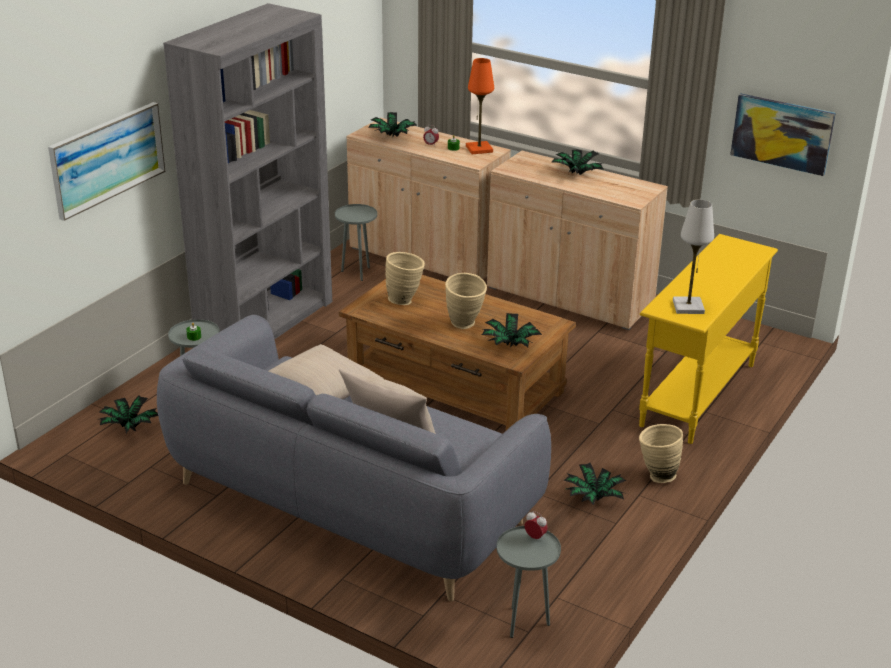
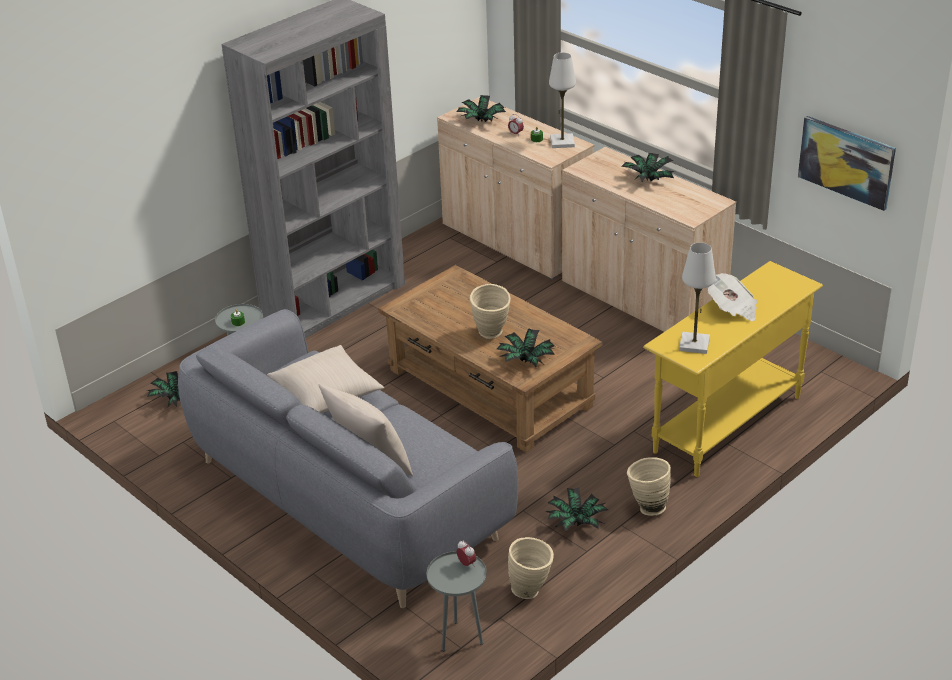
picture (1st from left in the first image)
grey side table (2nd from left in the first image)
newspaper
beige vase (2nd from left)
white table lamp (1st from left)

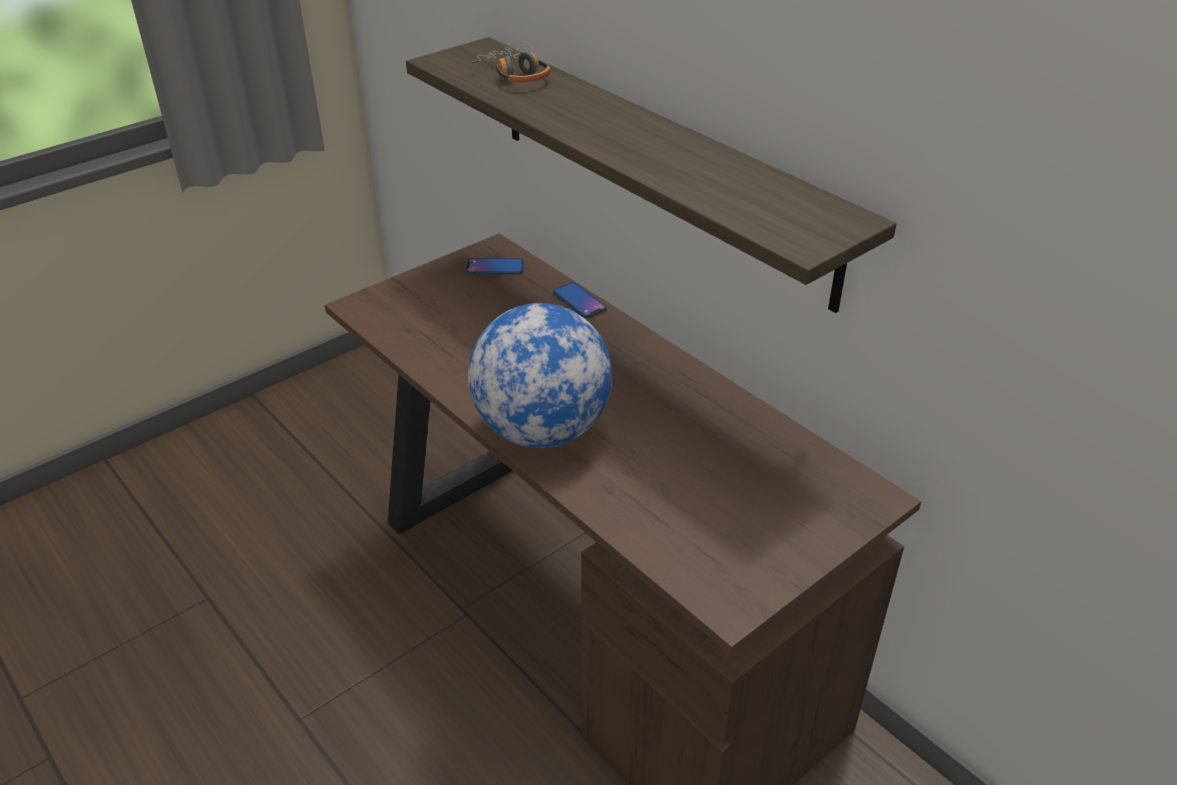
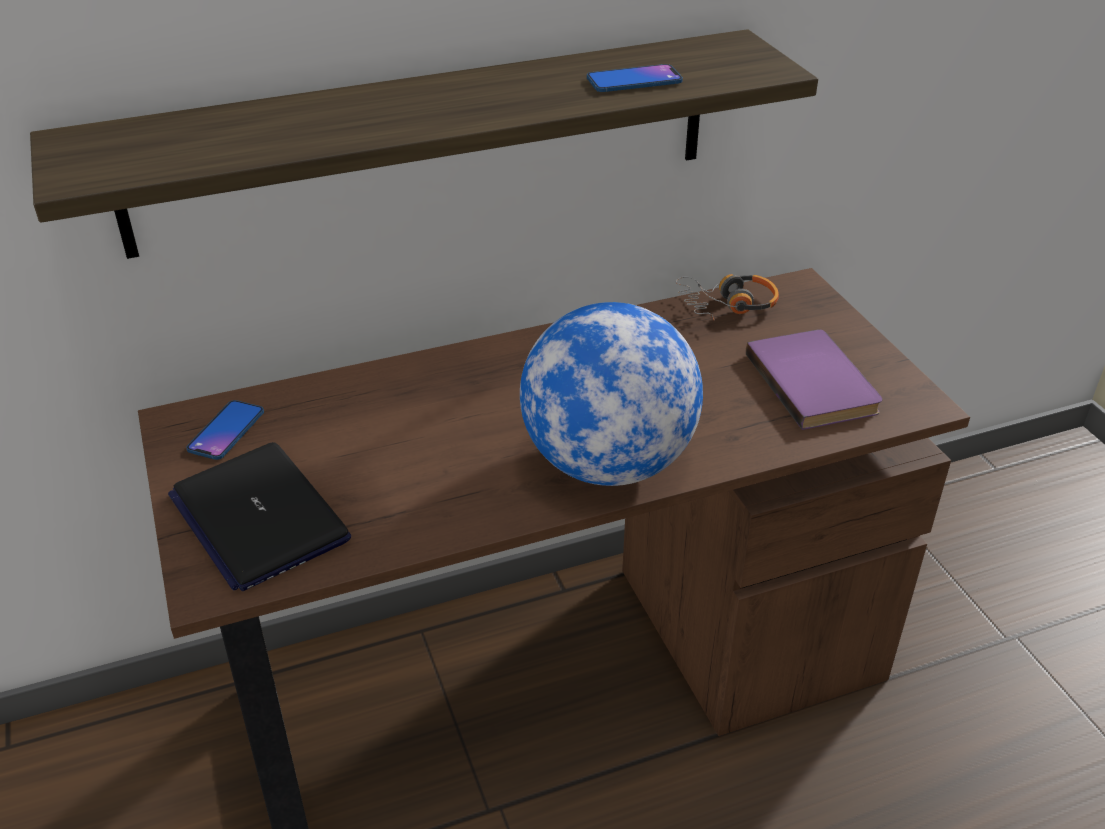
laptop
purple book
headphones
phone (2nd from left)

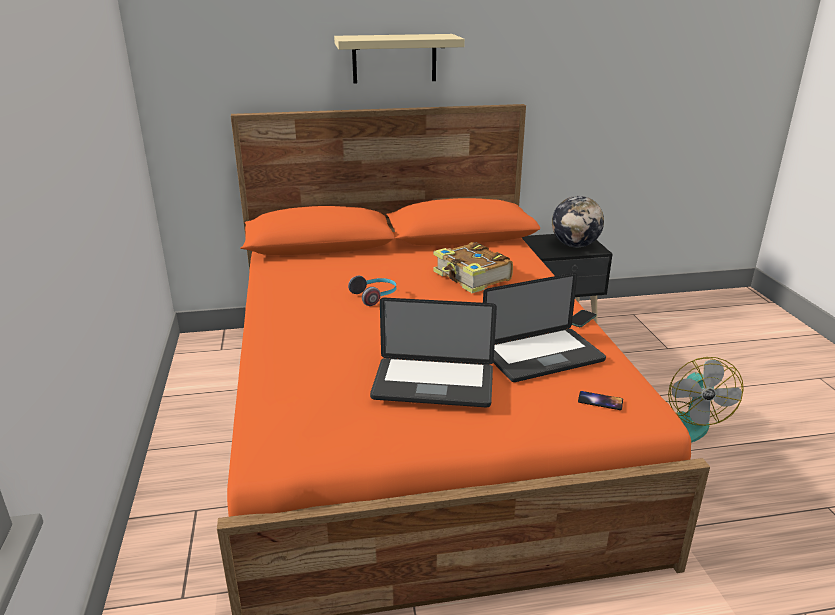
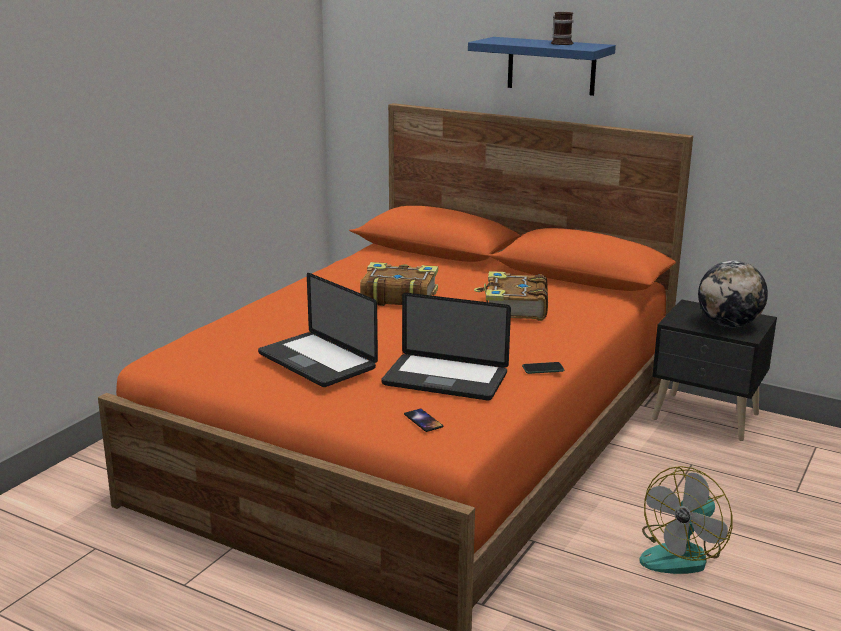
mug
book (1st from left)
blue shelf

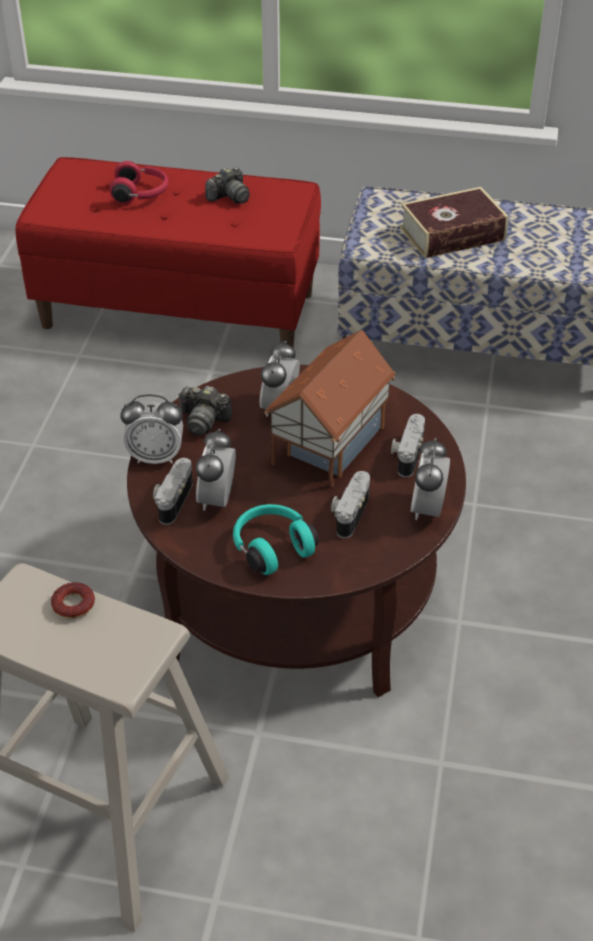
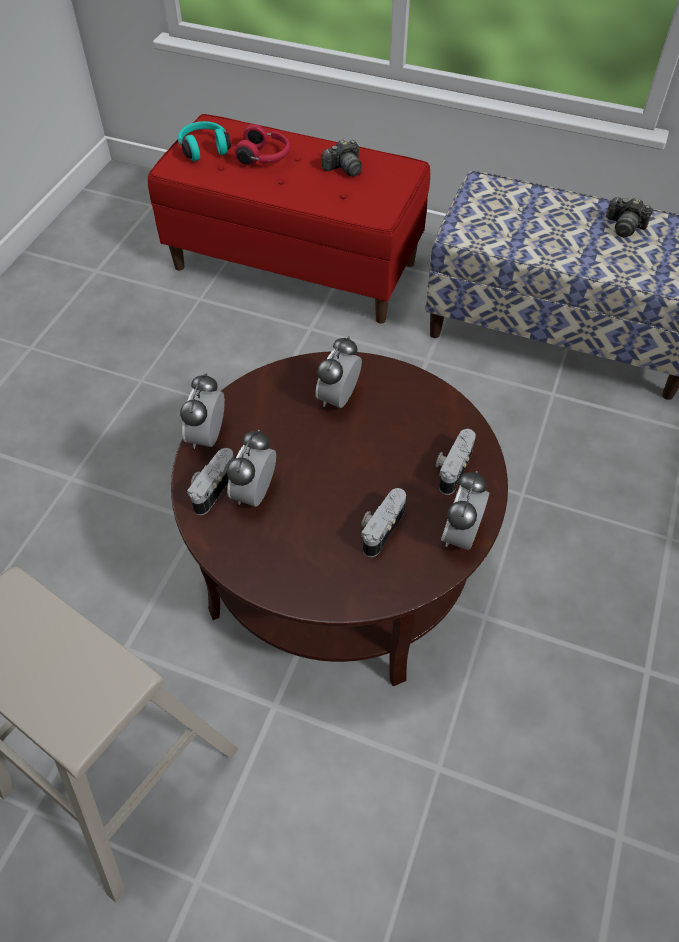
donut
toy house
book
photo camera (5th from left)
turquoise headphones
alarm clock (1st from left)

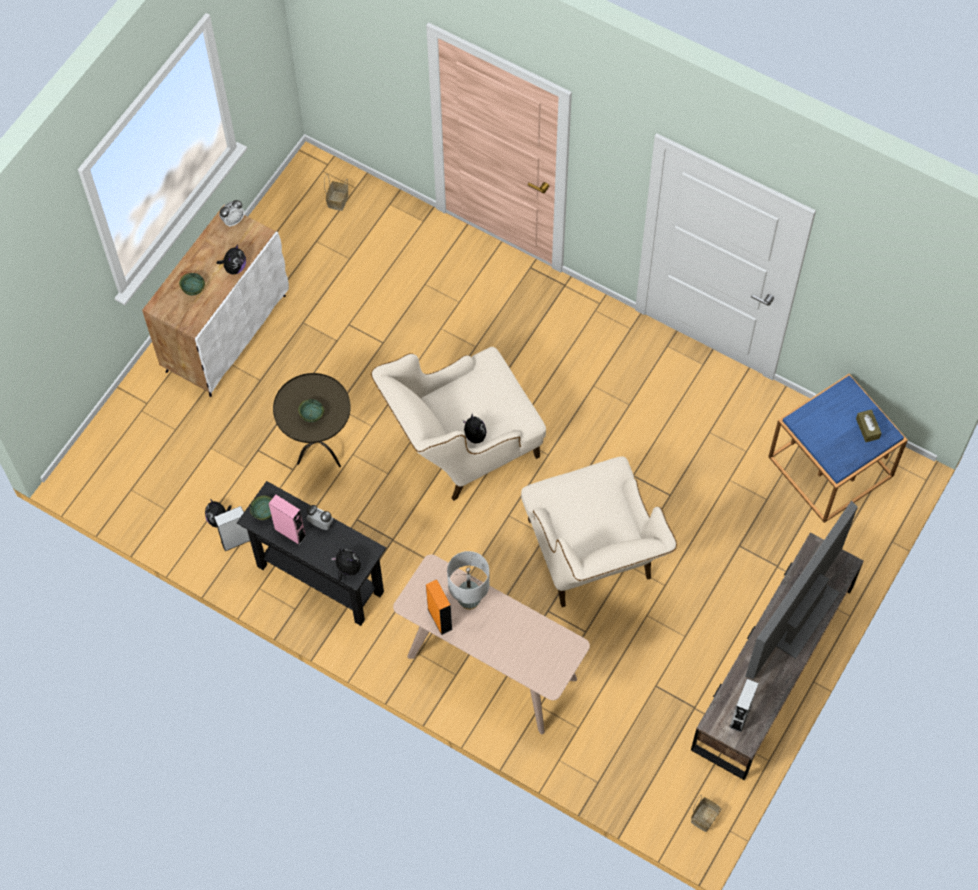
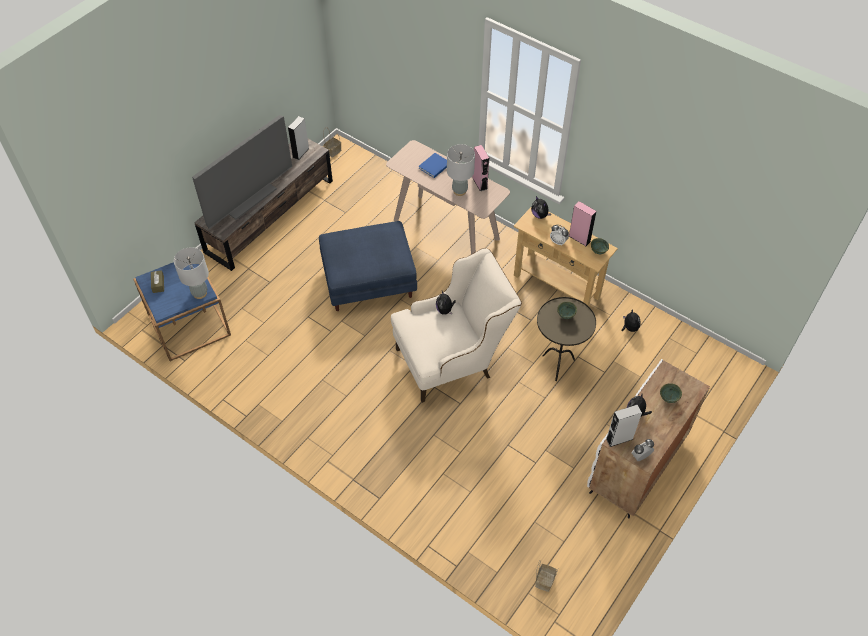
grey table lamp (1st from left)
blue book
grey speaker (2nd from left)
blue ottoman
beige console table (2nd from left)
pink speaker (1st from left)

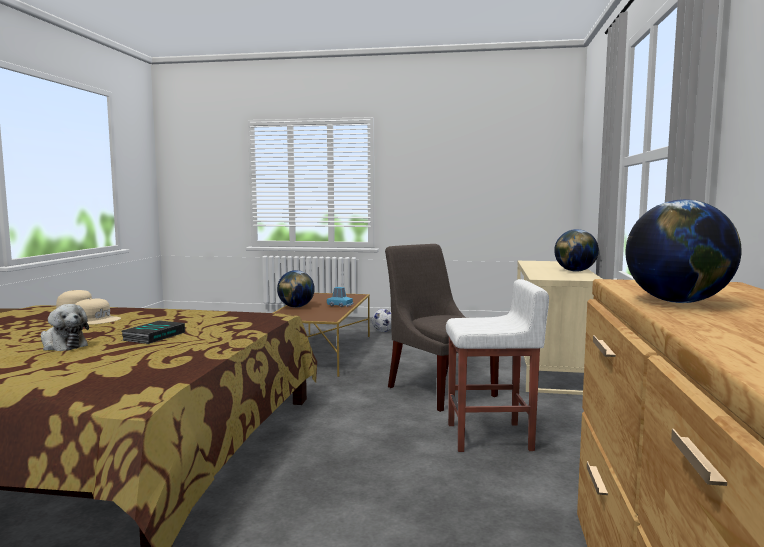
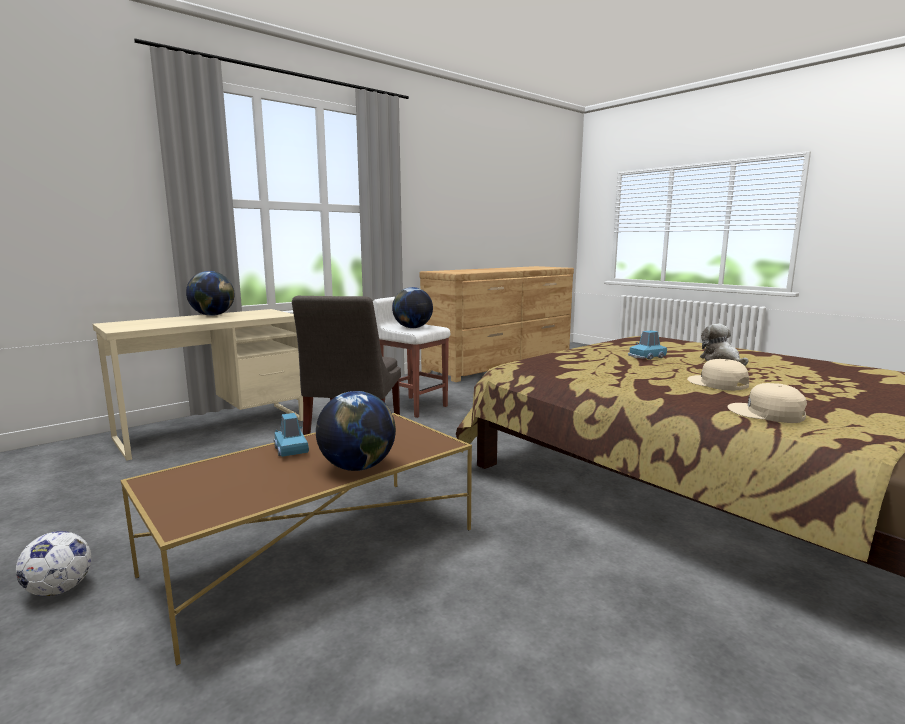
globe (3rd from left)
blue toy car (2nd from left)

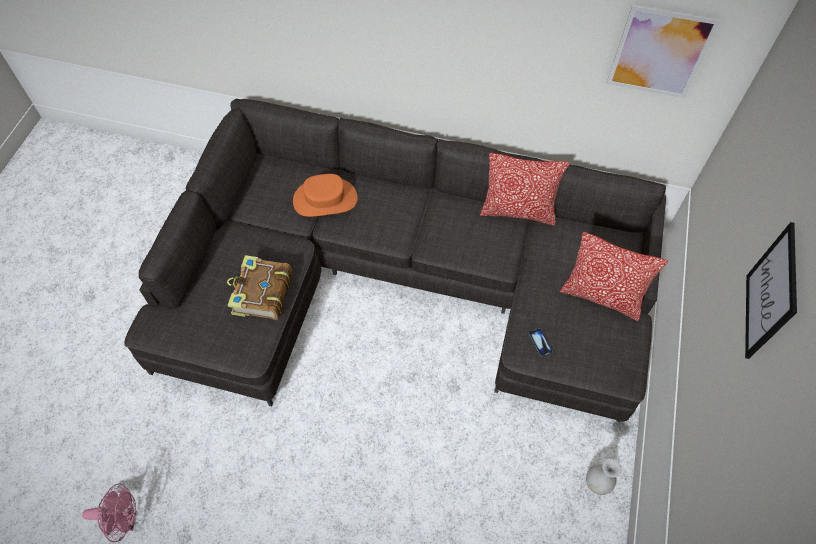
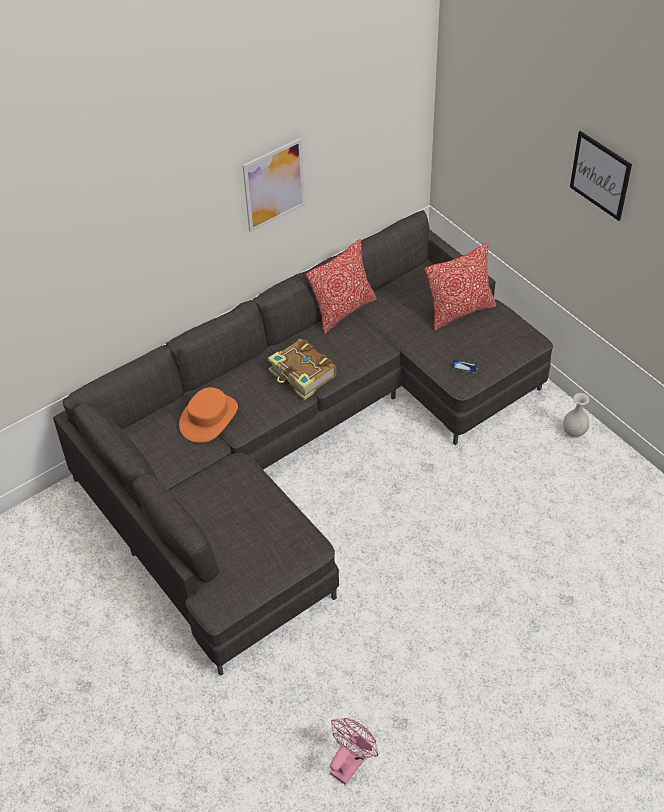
book
picture (1st from left)

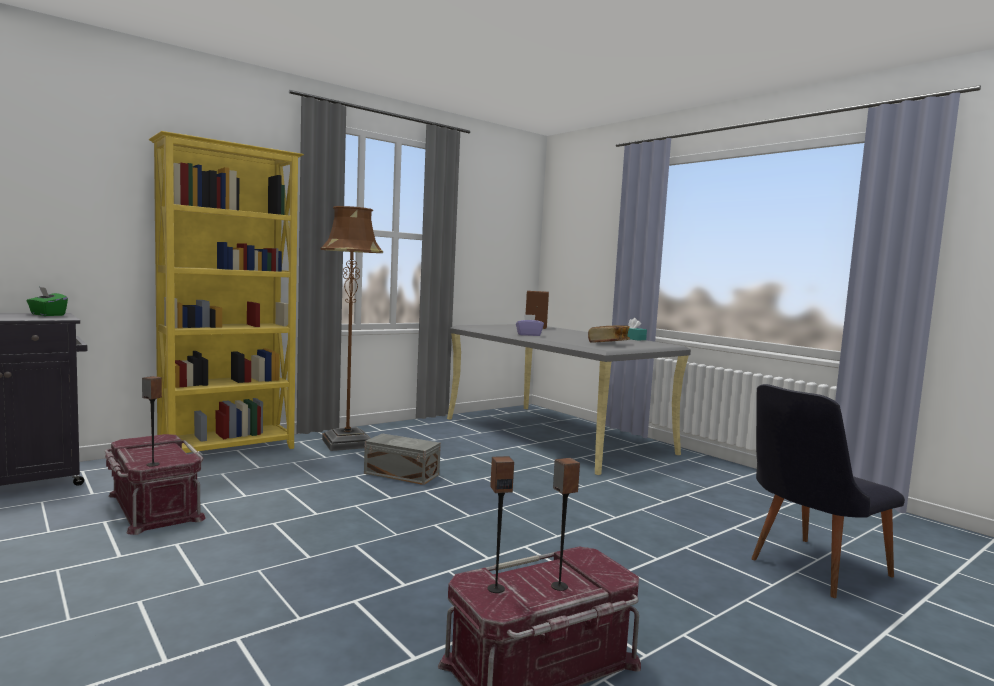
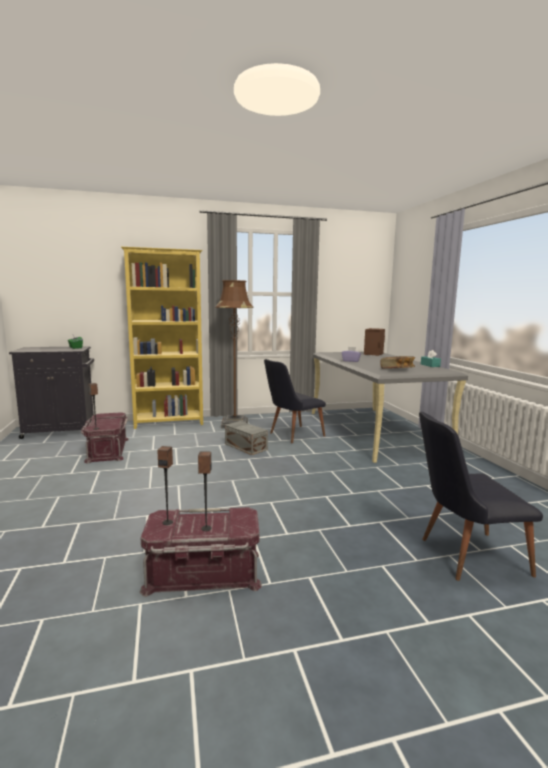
black chair (1st from left)

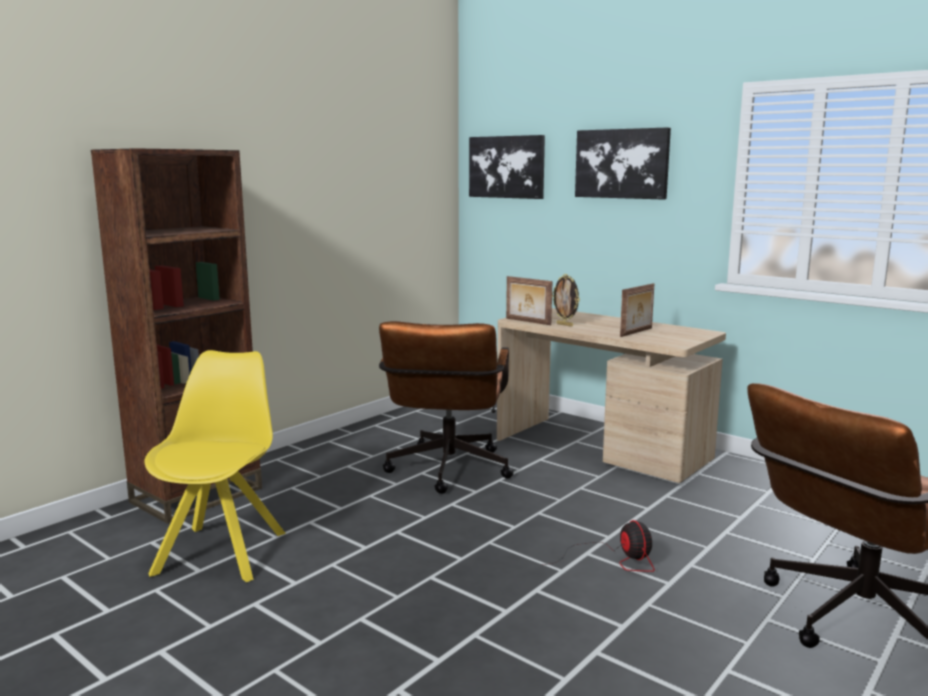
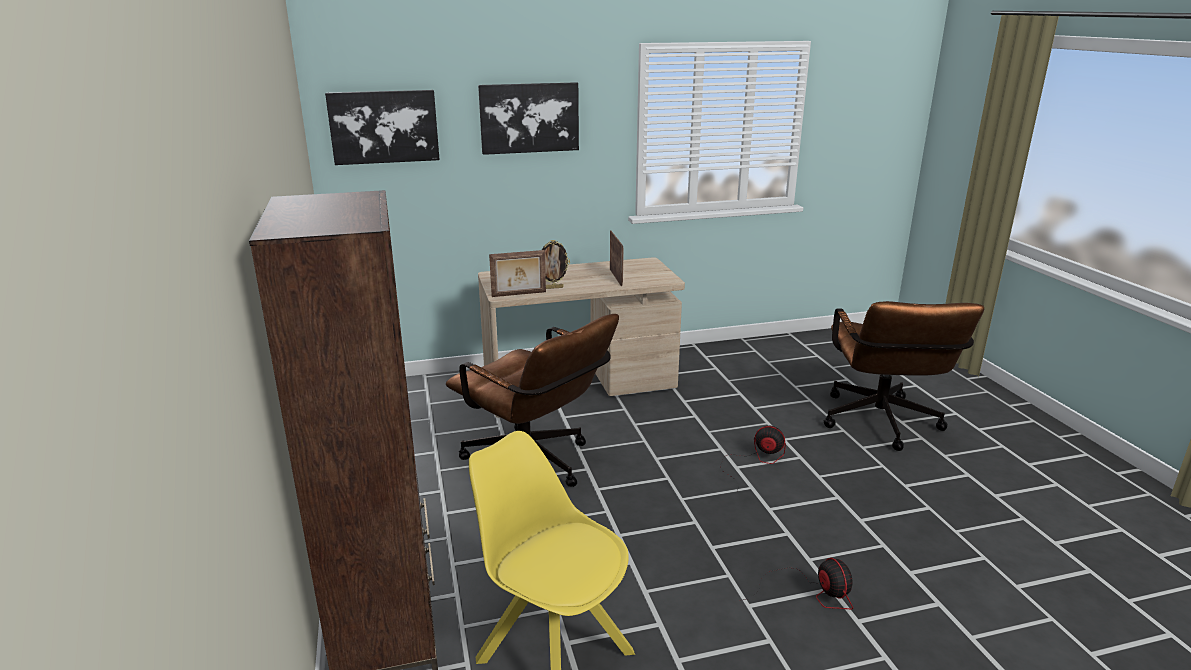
fan (2nd from left)

